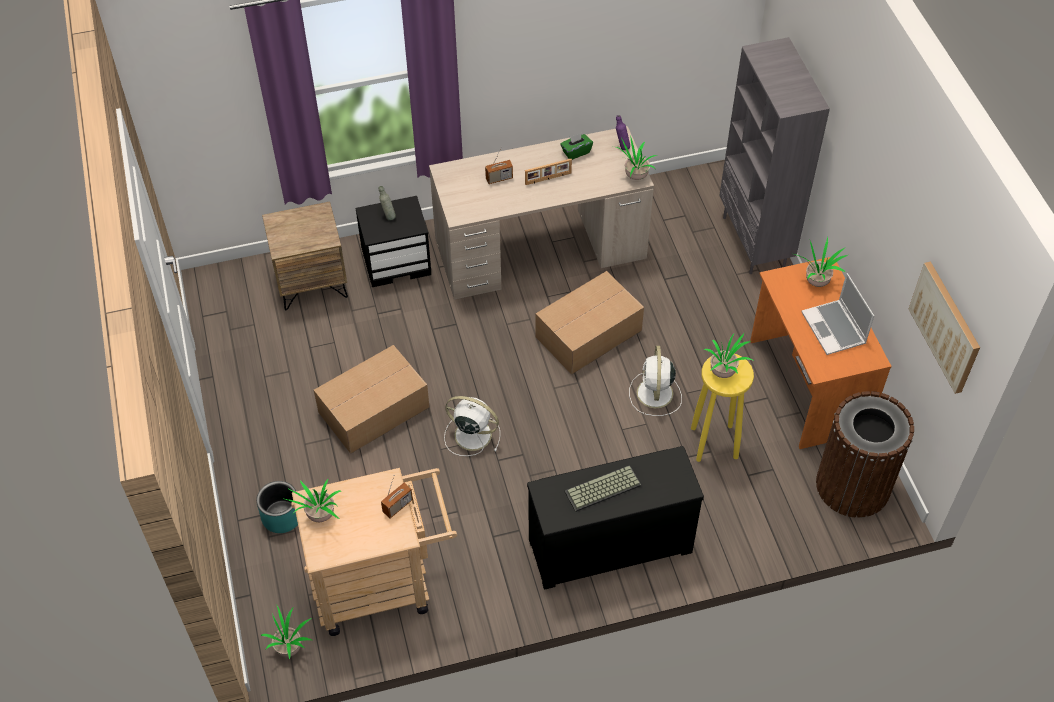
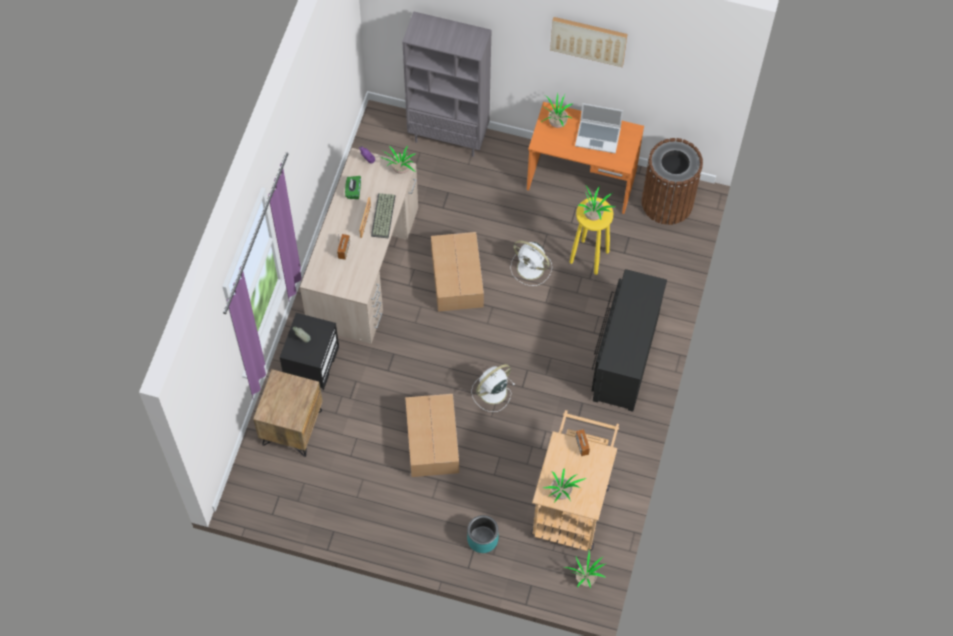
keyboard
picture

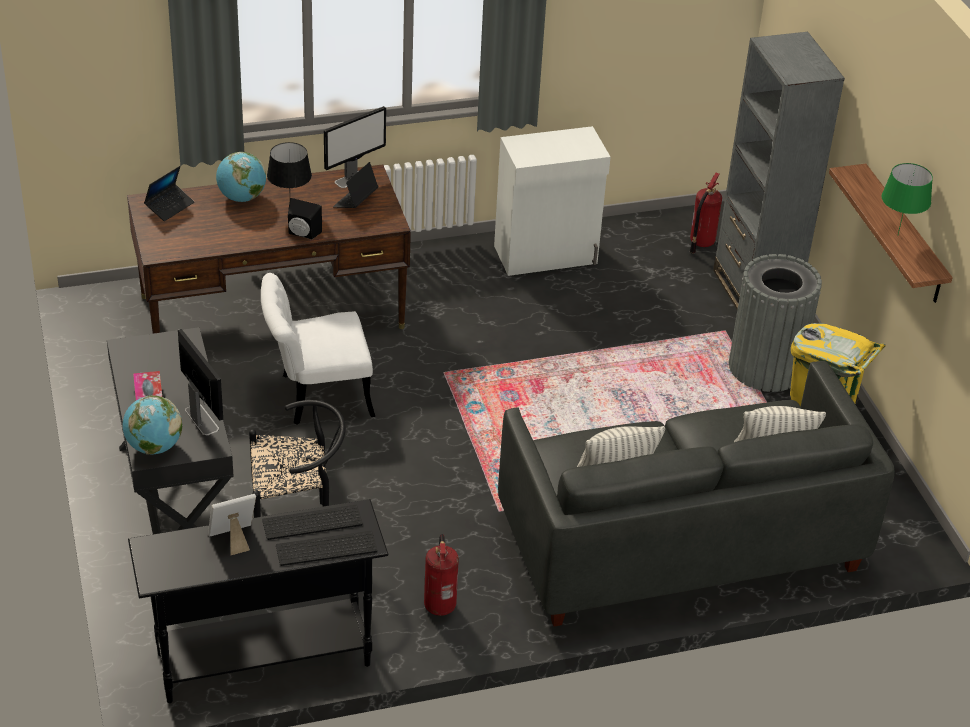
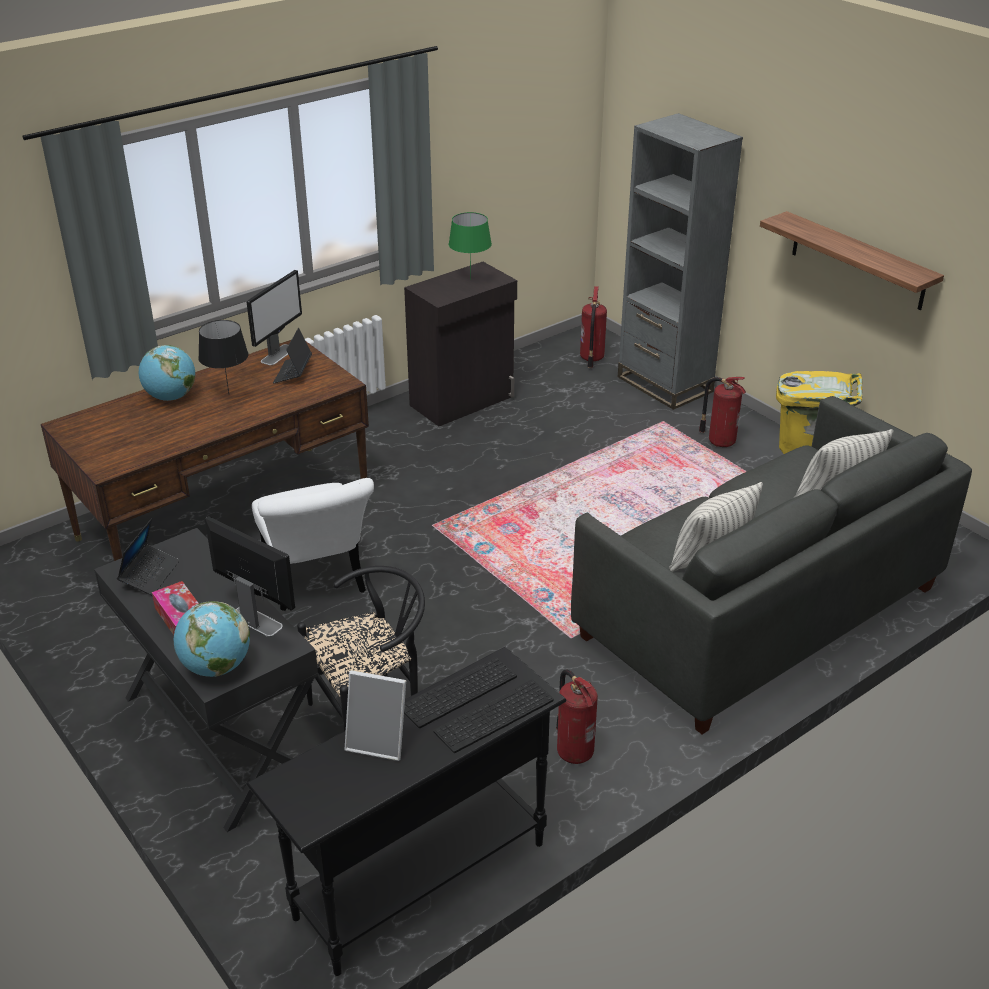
black speaker
laptop (1st from left)
green table lamp
fire extinguisher (3rd from left)
black cabinet
picture frame
white chair

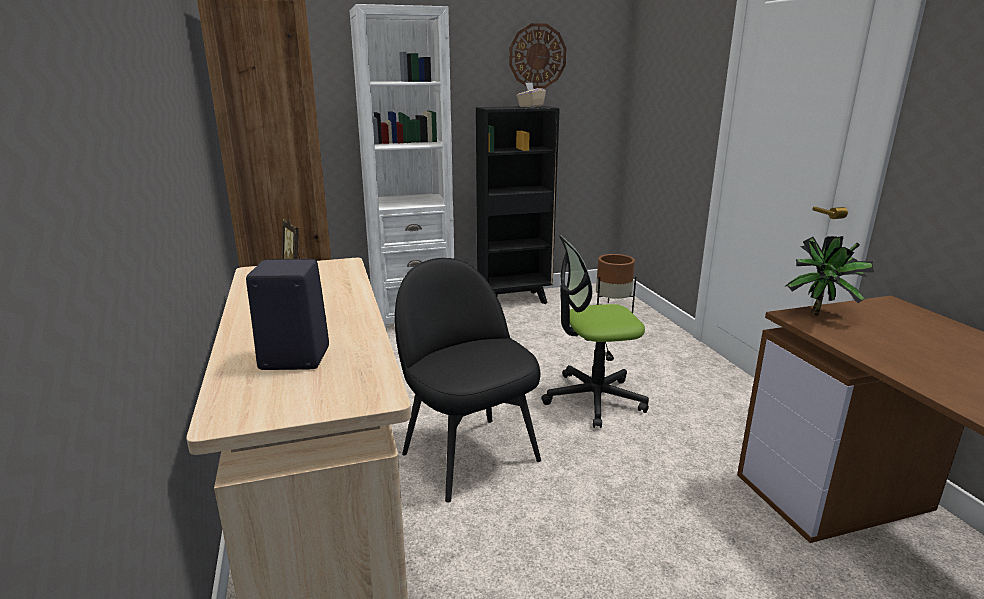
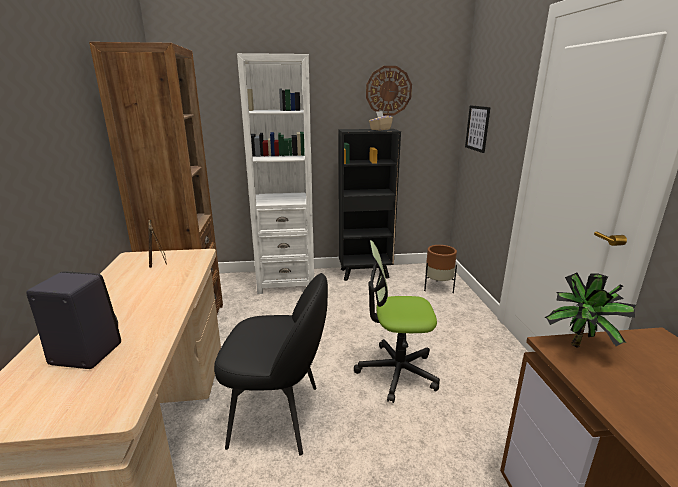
picture
black chair

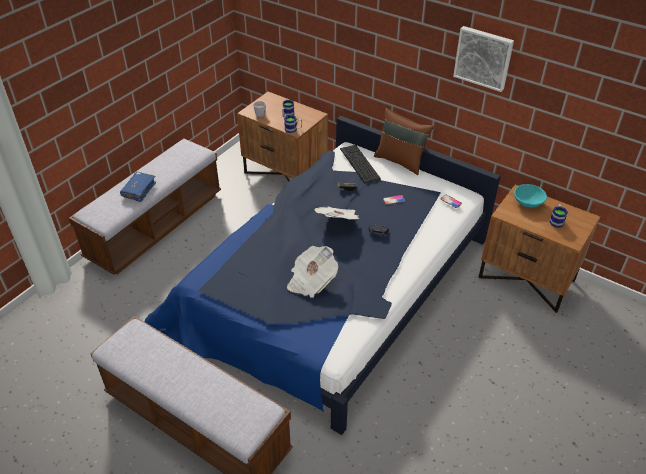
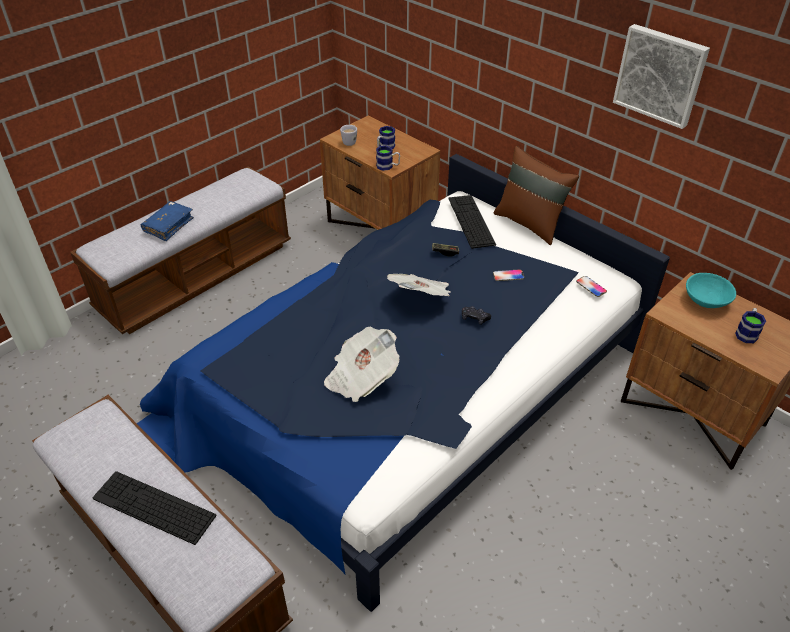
keyboard (1st from left)

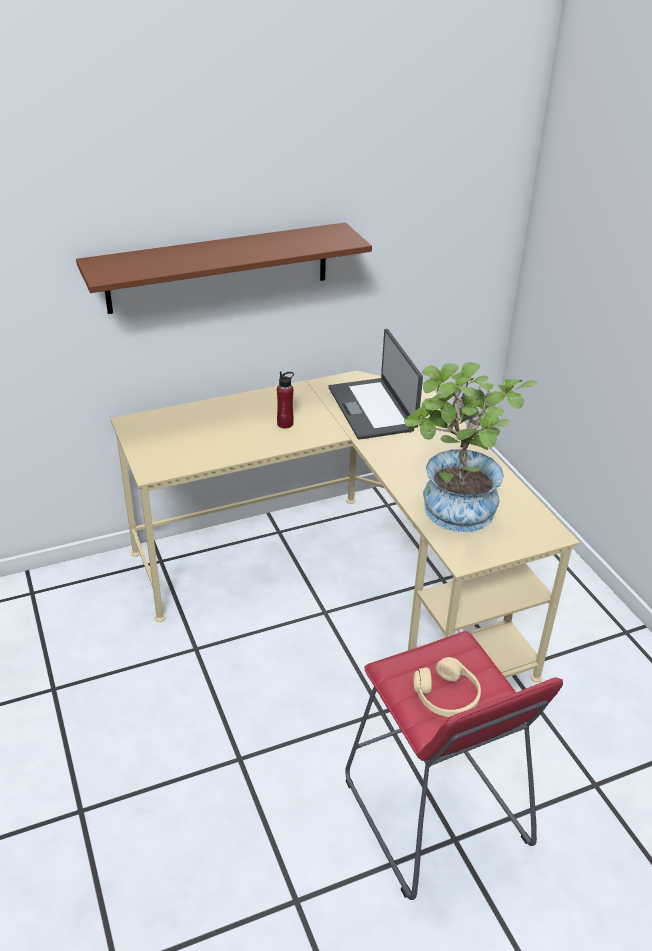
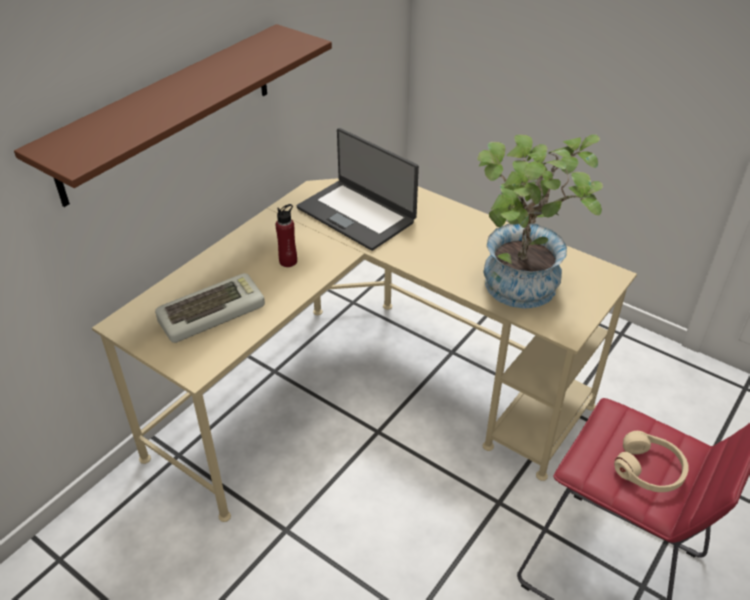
keyboard

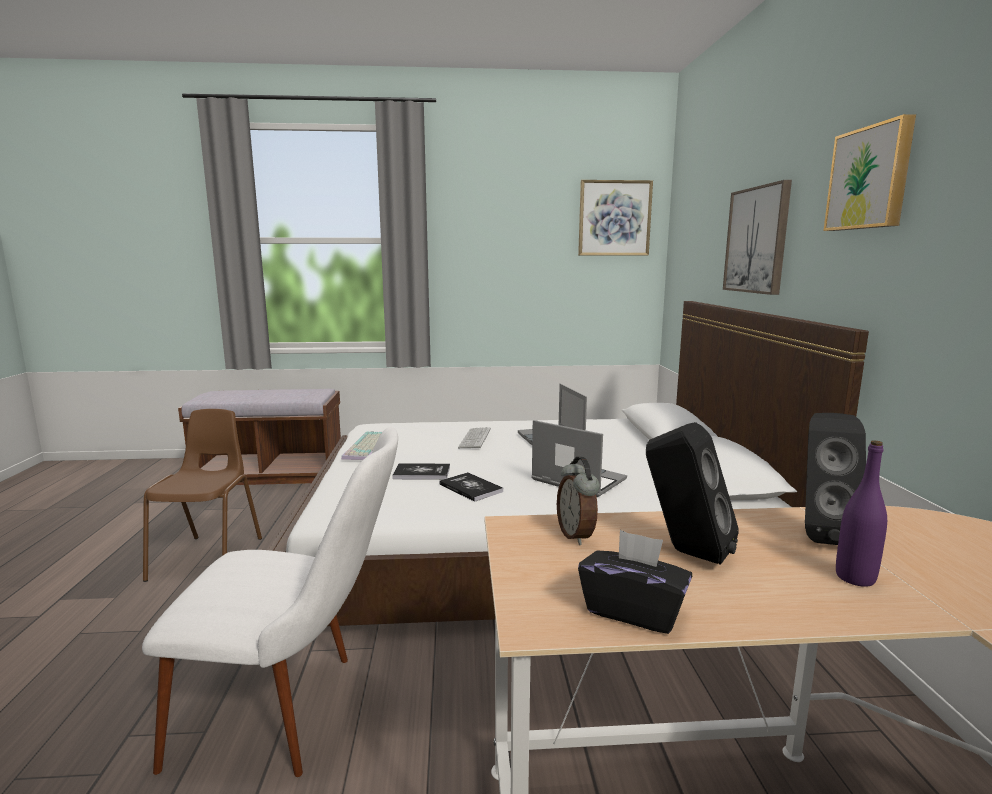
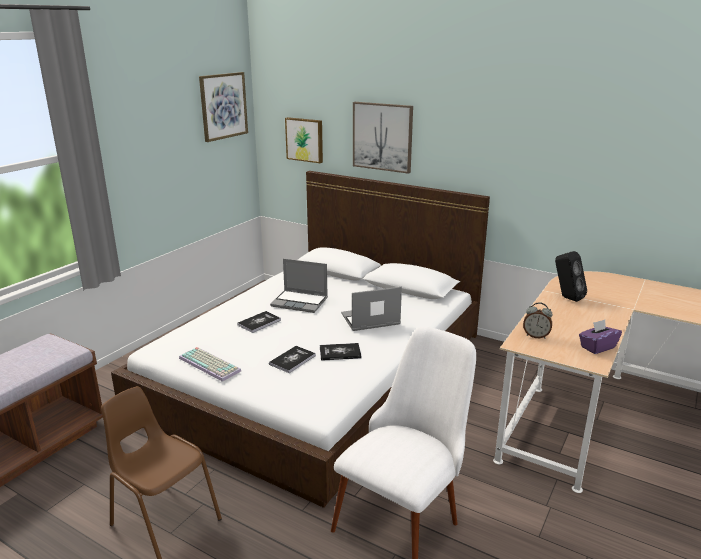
black speaker (1st from left in the first image)
purple bottle
picture (2nd from left)
book (1st from left)
purple tissue box

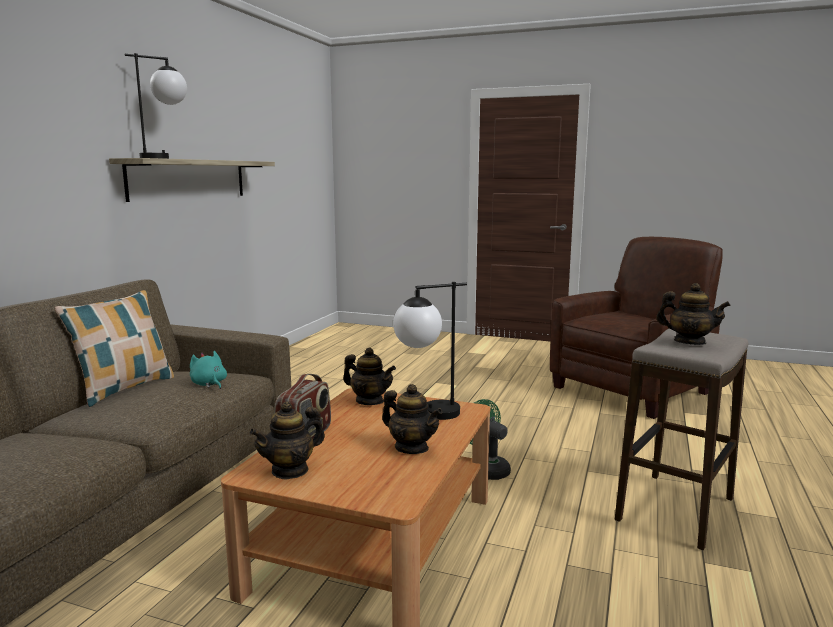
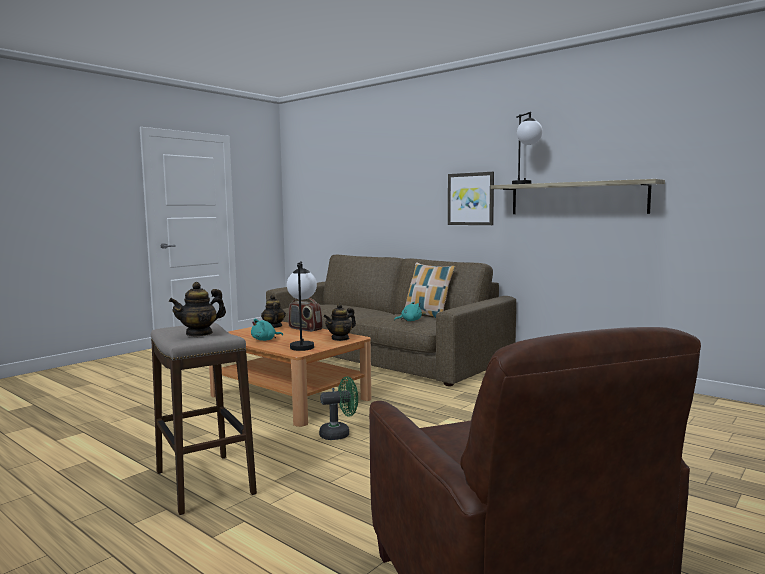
picture
turquoise plush toy (1st from left)

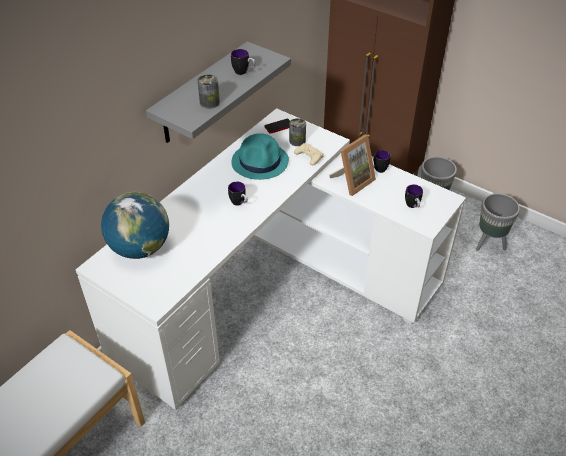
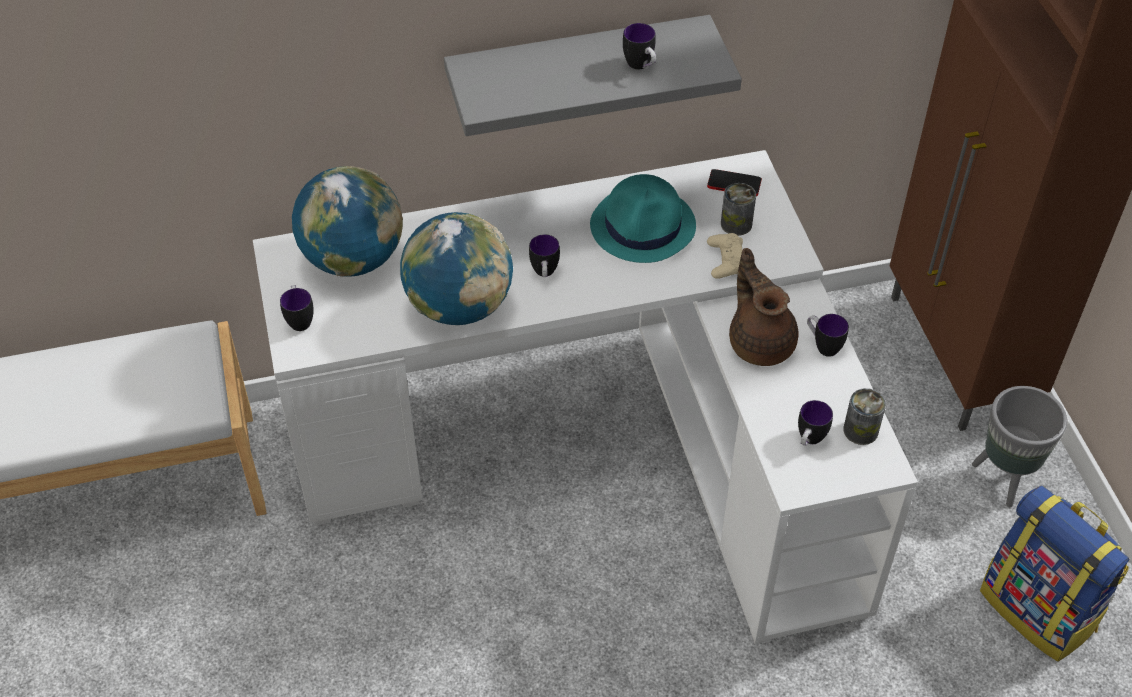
mug (1st from left)
globe (2nd from left)
can (2nd from left)
brown teapot
backpack

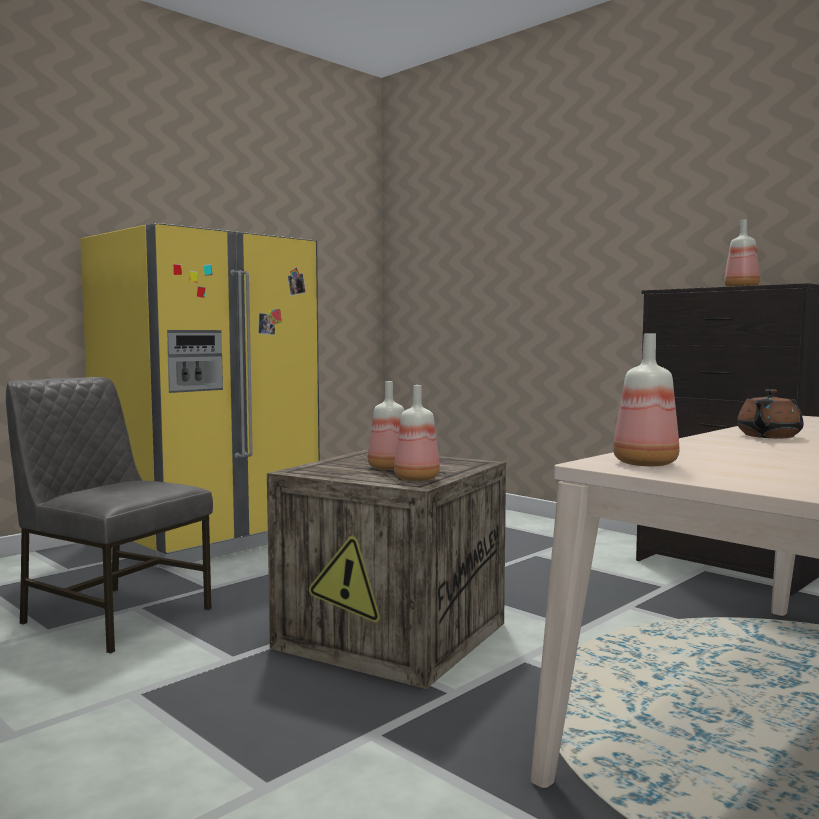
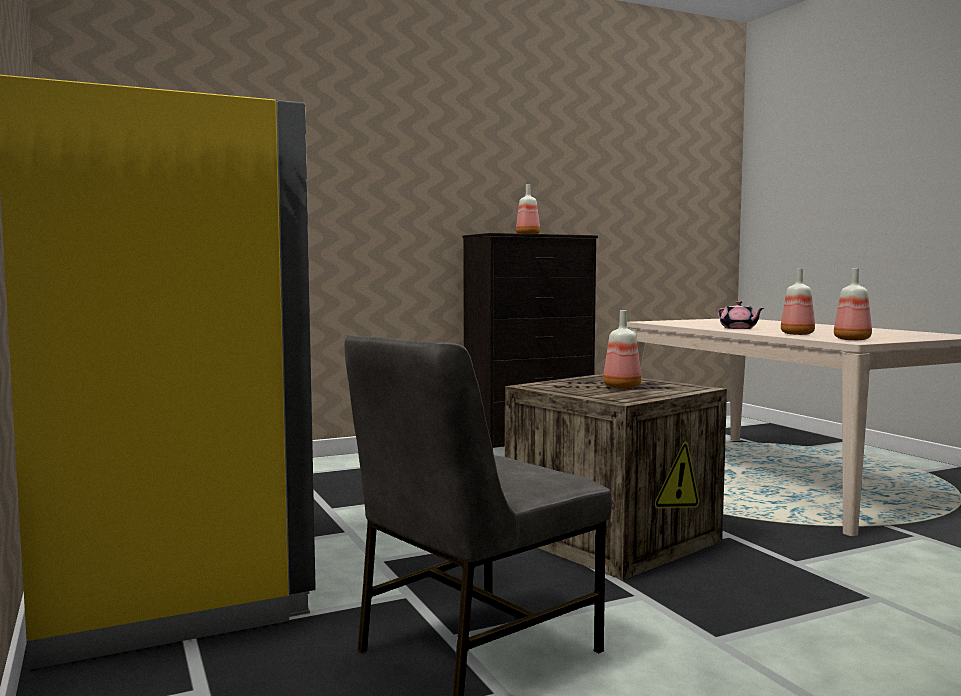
bottle (3rd from left)
pink teapot

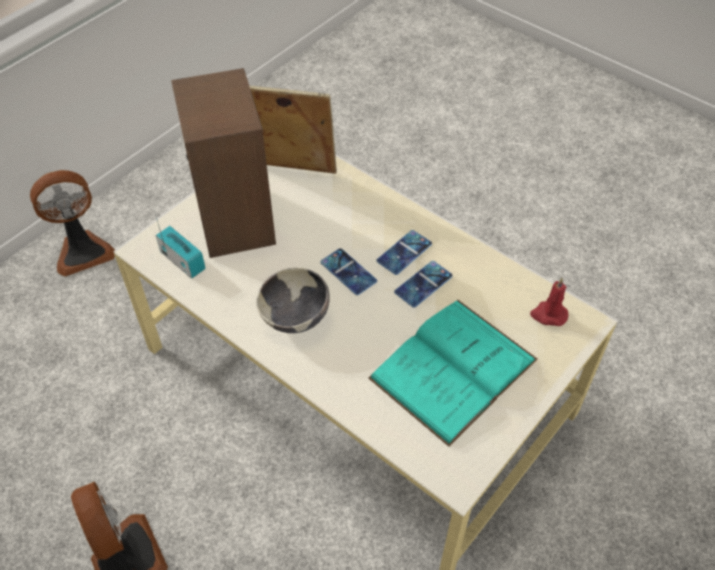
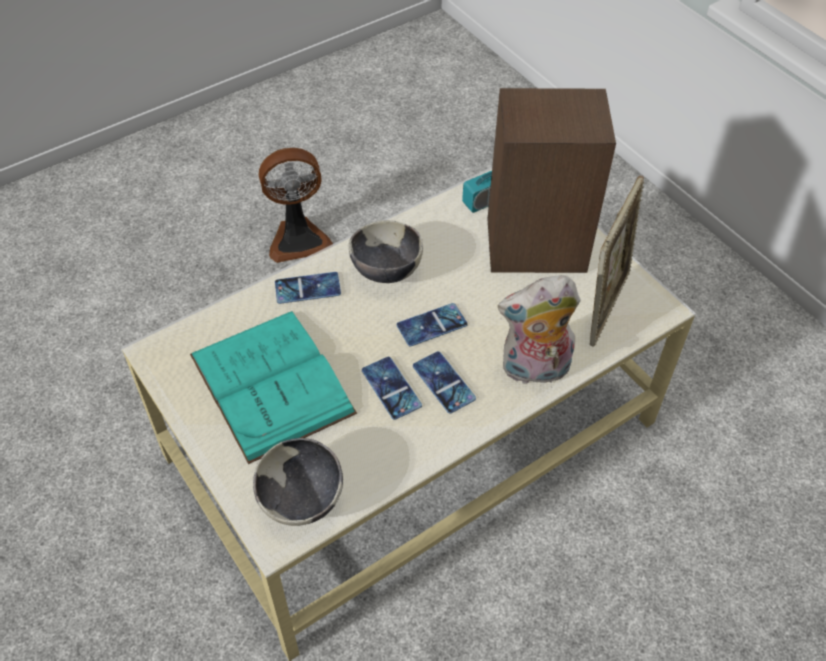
fan (1st from left in the first image)
phone (1st from left)
plush toy
bowl (1st from left)

